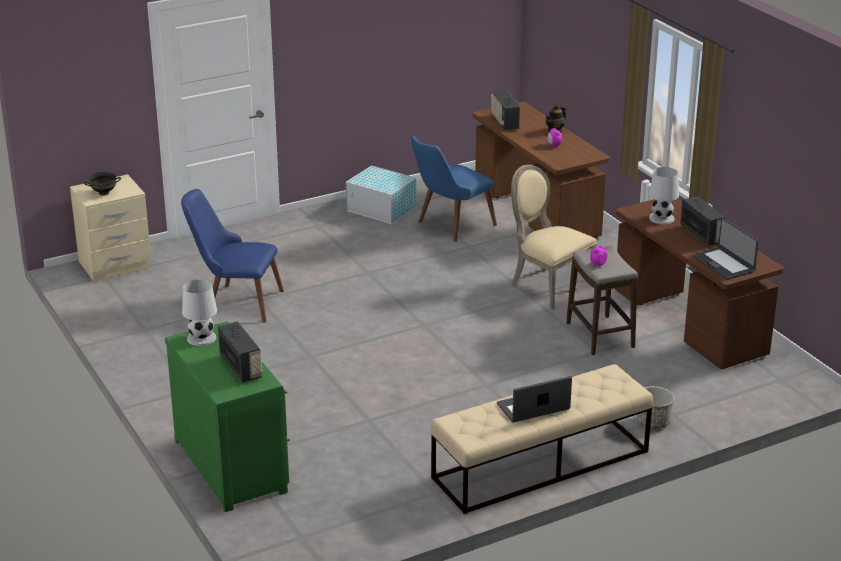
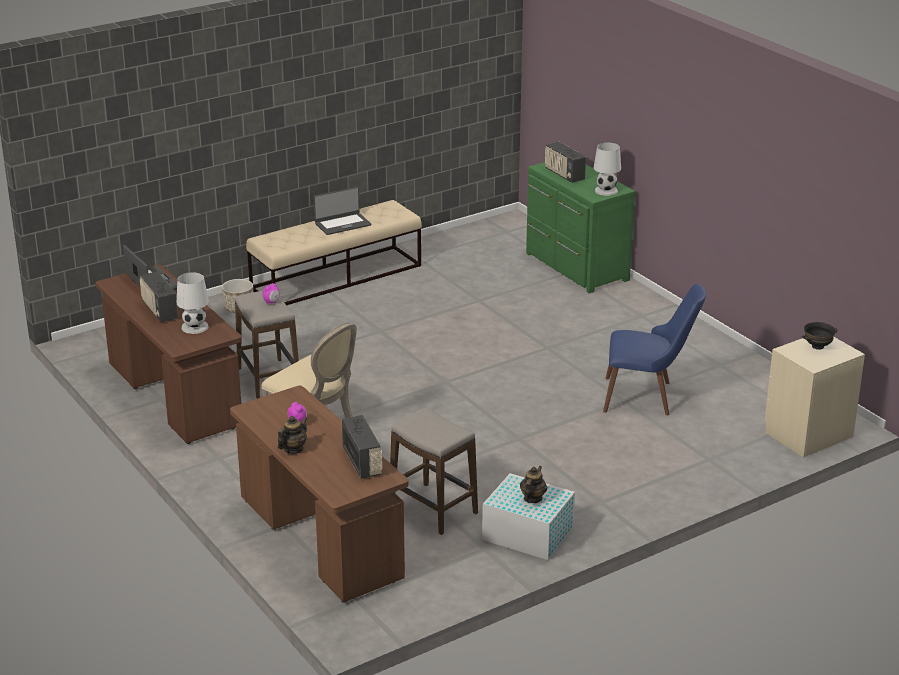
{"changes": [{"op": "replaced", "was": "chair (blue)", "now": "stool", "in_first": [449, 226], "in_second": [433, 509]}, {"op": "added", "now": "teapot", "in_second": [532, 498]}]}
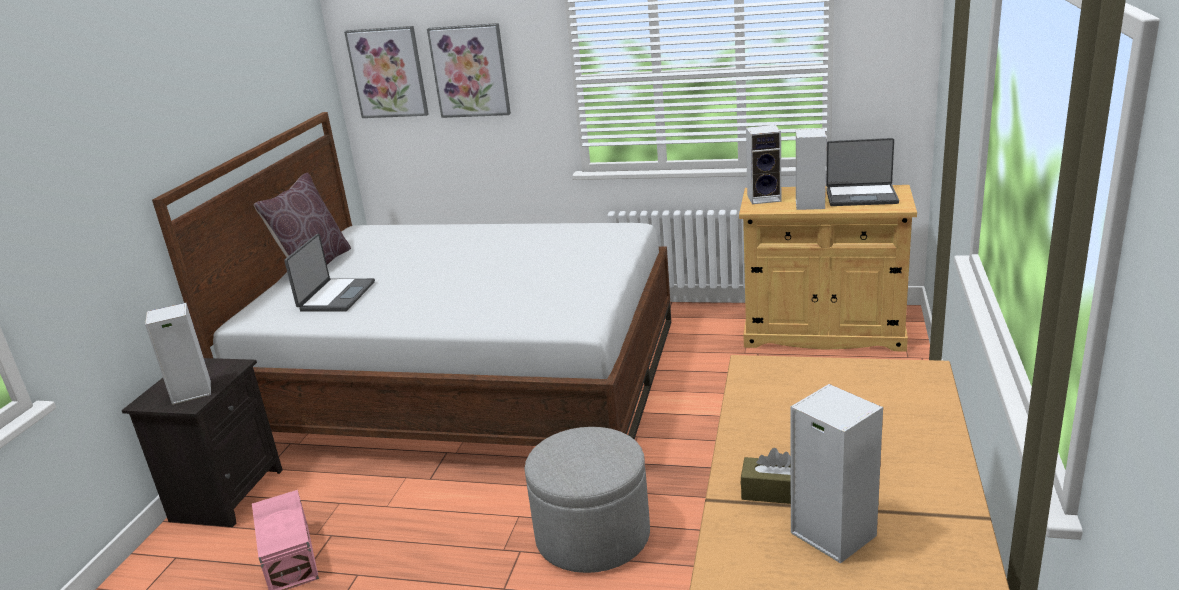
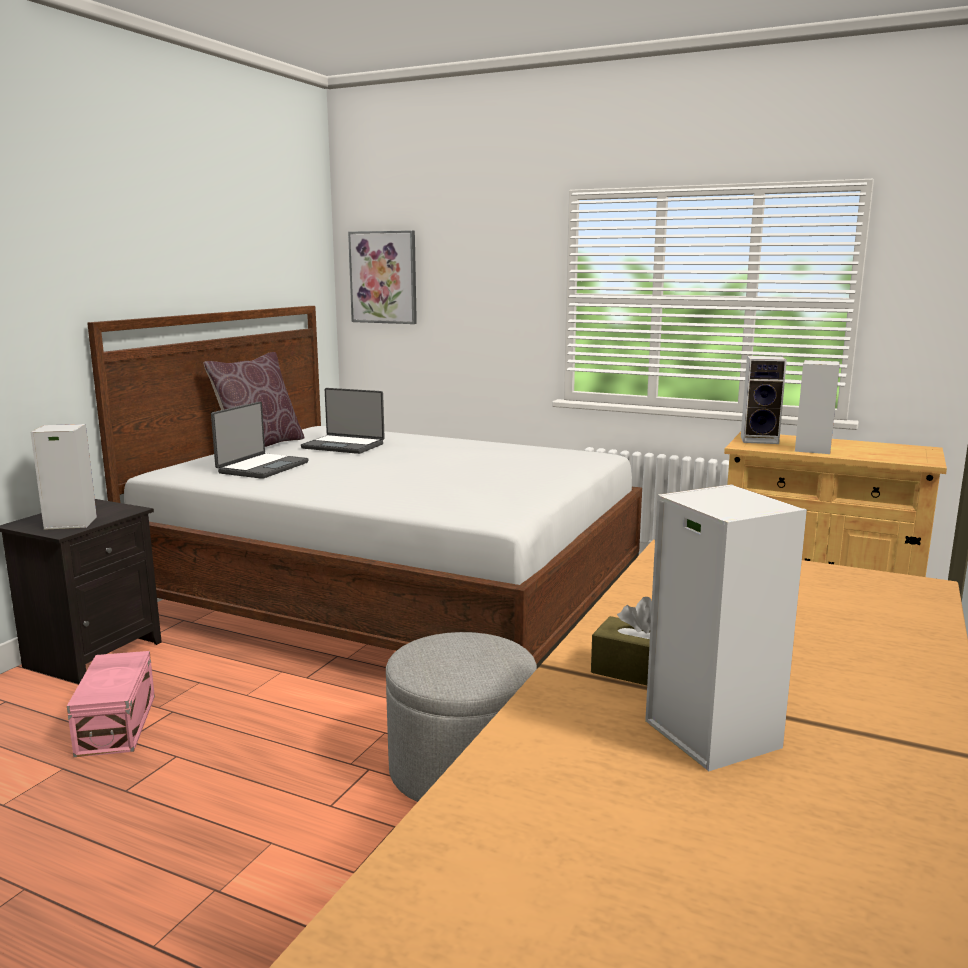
{"changes": [{"op": "removed", "was": "picture", "in_first": [470, 71]}, {"op": "moved", "was": "laptop", "in_first": [861, 196], "in_second": [344, 446]}]}
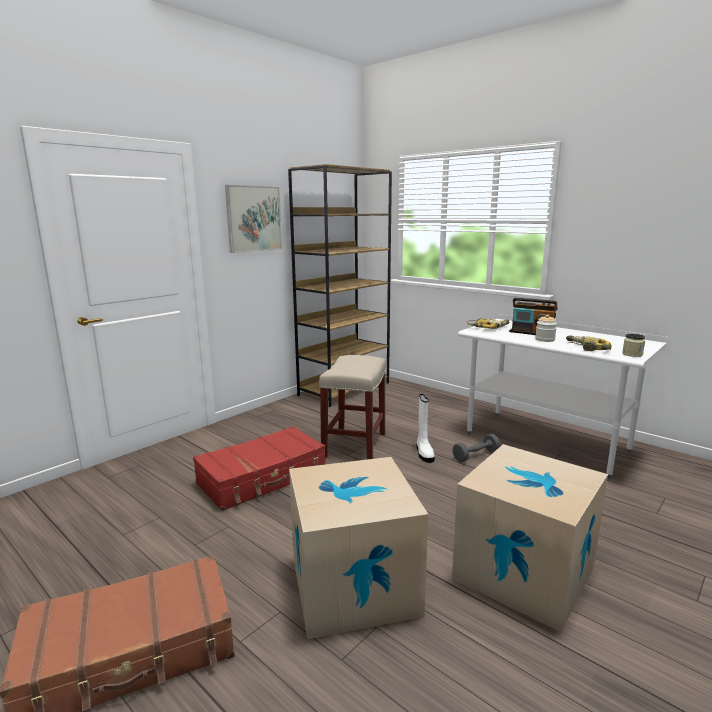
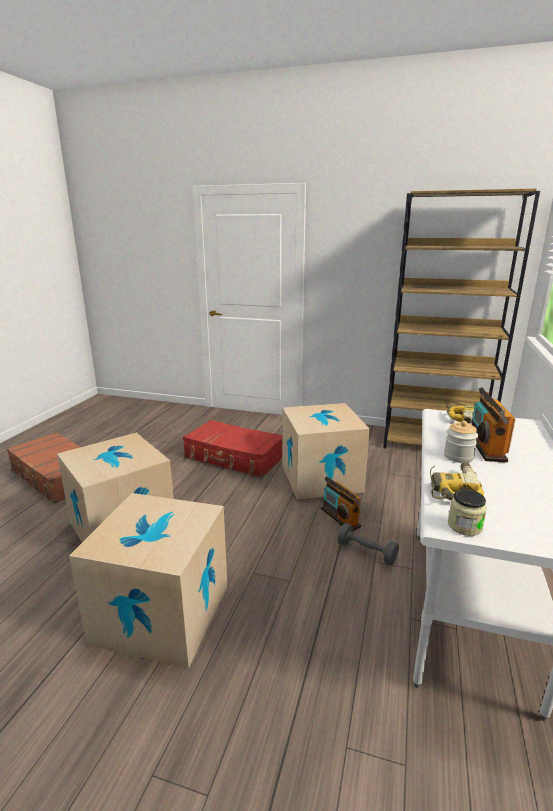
{"changes": [{"op": "removed", "was": "picture", "in_first": [254, 219]}, {"op": "replaced", "was": "stool (beige)", "now": "cardboard box", "in_first": [354, 444], "in_second": [321, 478]}, {"op": "replaced", "was": "boot (white)", "now": "radio", "in_first": [424, 453], "in_second": [340, 517]}]}
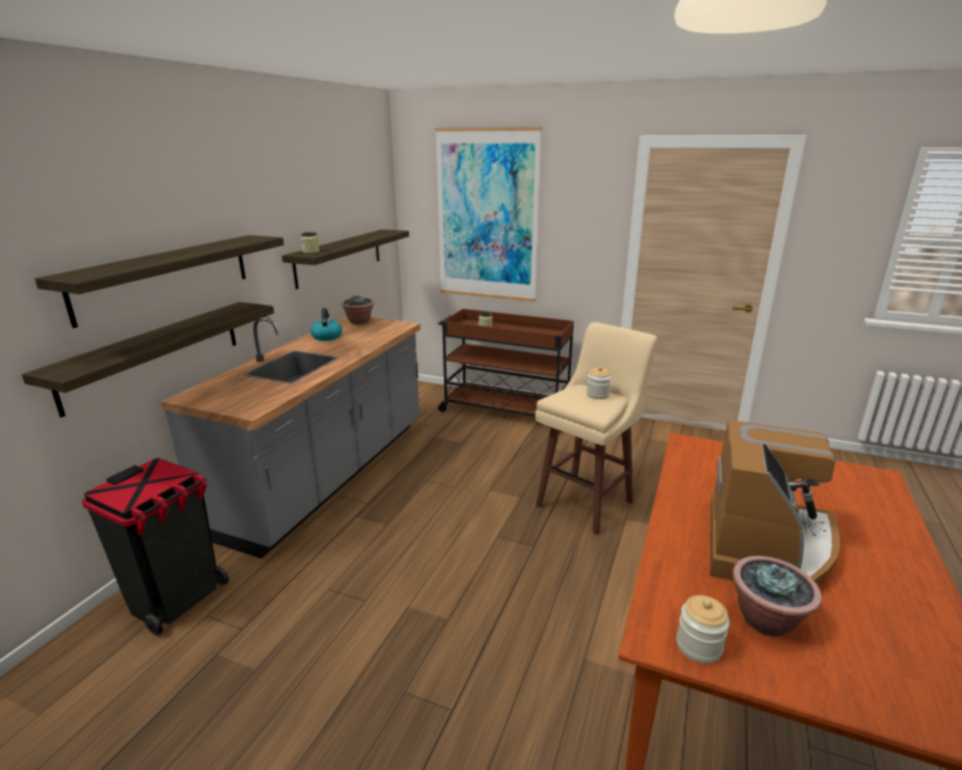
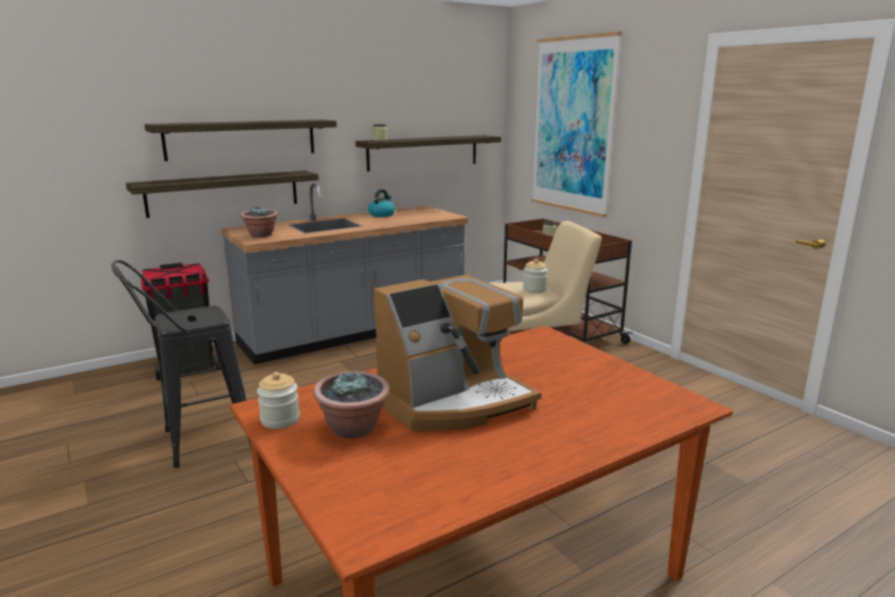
{"changes": [{"op": "moved", "was": "potted plant", "in_first": [359, 321], "in_second": [261, 235]}, {"op": "added", "now": "stool (black)", "in_second": [197, 441]}]}
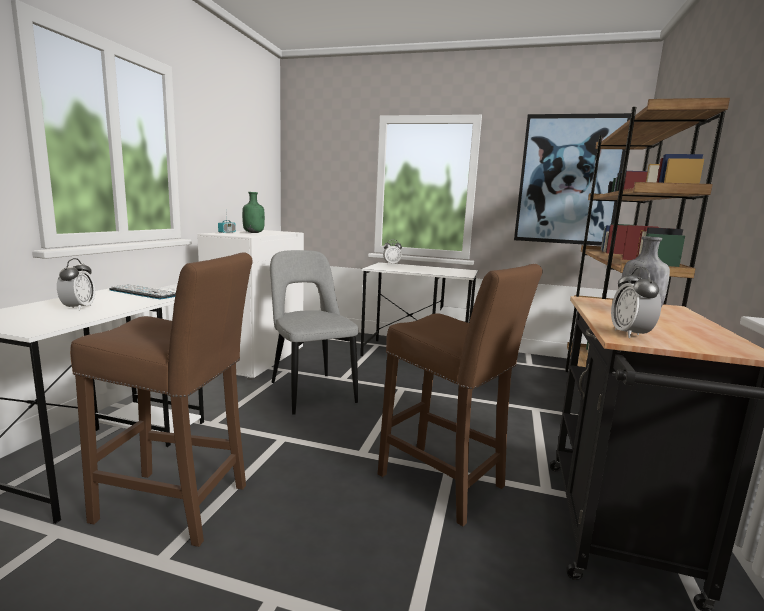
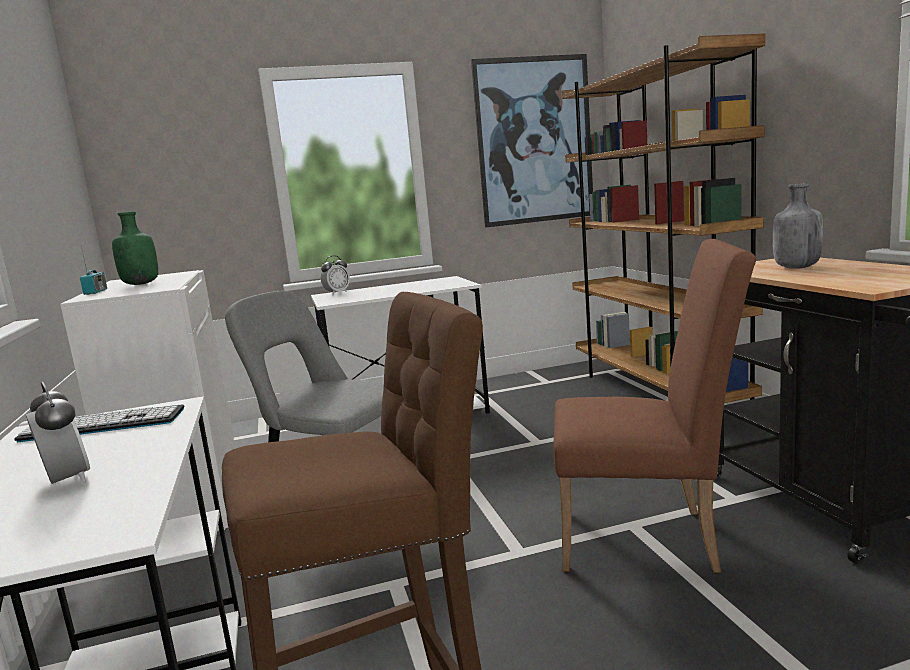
{"changes": [{"op": "replaced", "was": "stool (brown)", "now": "chair (brown)", "in_first": [445, 484], "in_second": [649, 539]}, {"op": "removed", "was": "alarm clock", "in_first": [630, 334]}]}
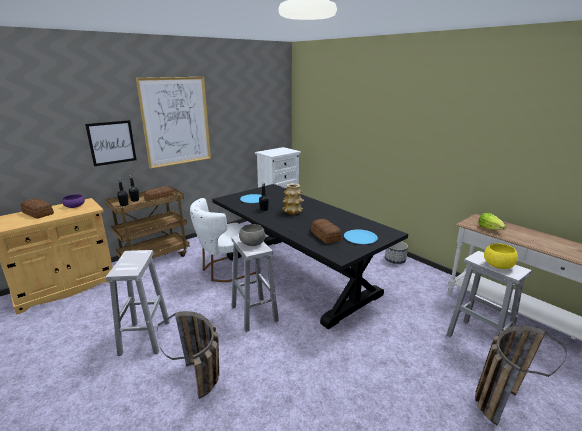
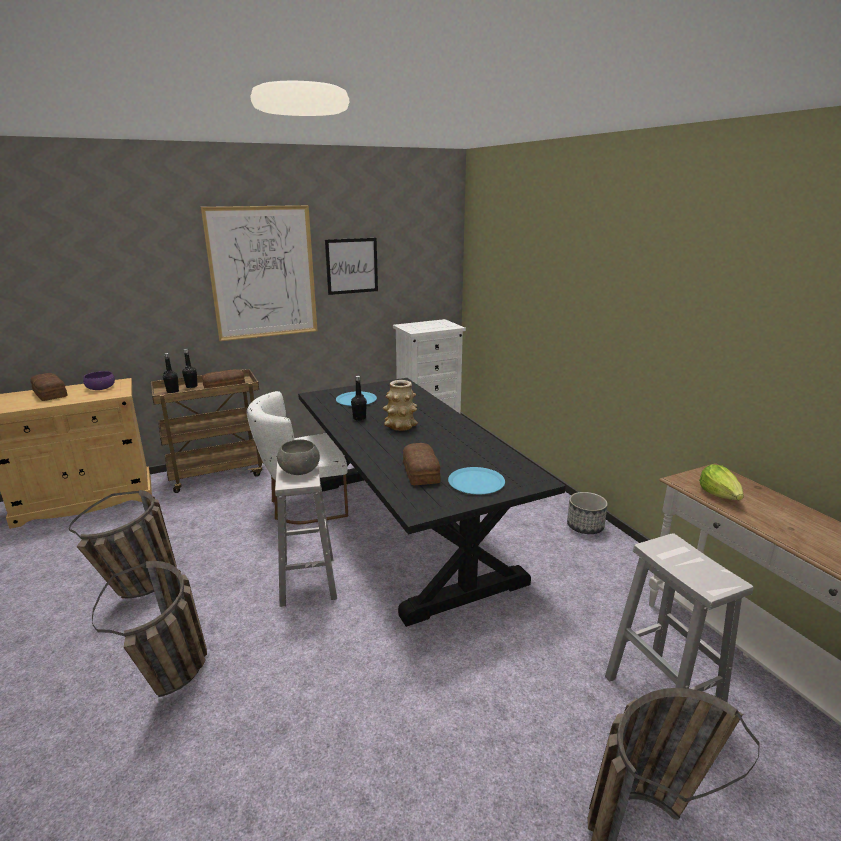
{"changes": [{"op": "moved", "was": "picture", "in_first": [112, 142], "in_second": [352, 266]}, {"op": "removed", "was": "bowl (yellow)", "in_first": [498, 265]}, {"op": "replaced", "was": "stool (white)", "now": "basket", "in_first": [145, 337], "in_second": [141, 588]}]}
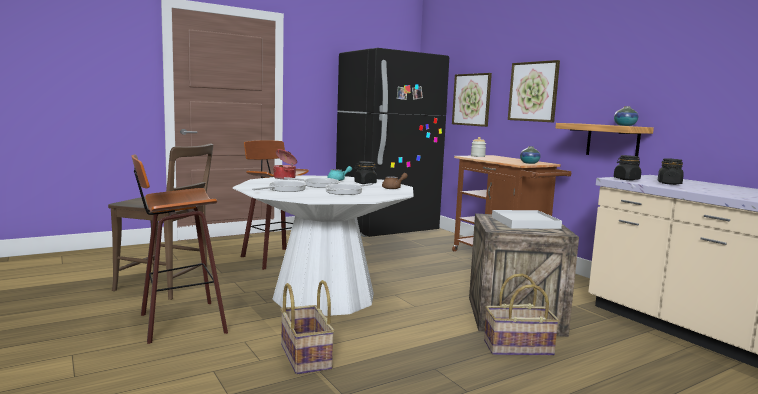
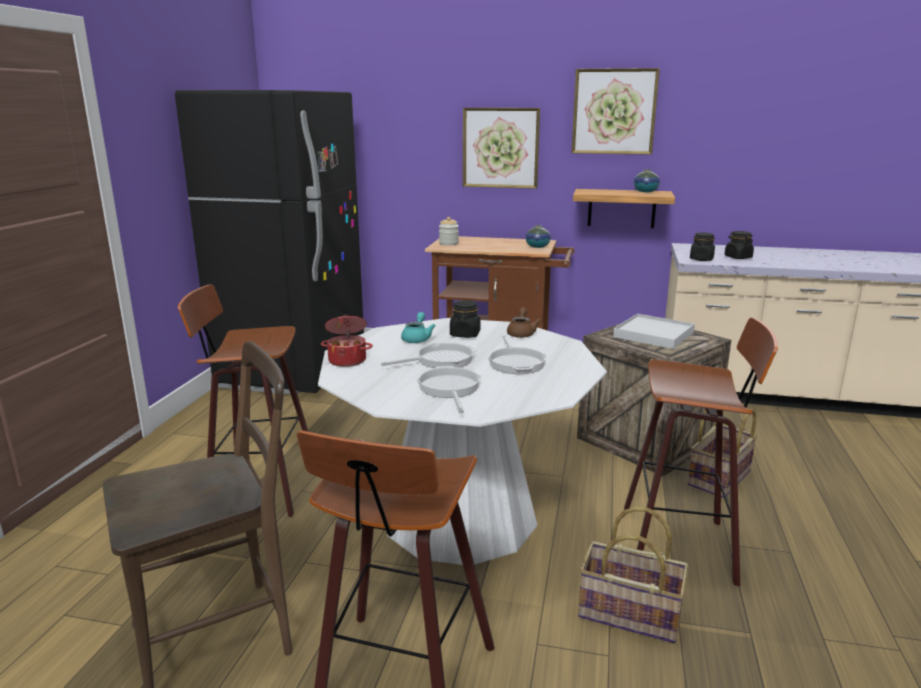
{"changes": [{"op": "moved", "was": "picture", "in_first": [471, 99], "in_second": [614, 112]}, {"op": "added", "now": "stool", "in_second": [681, 546]}]}
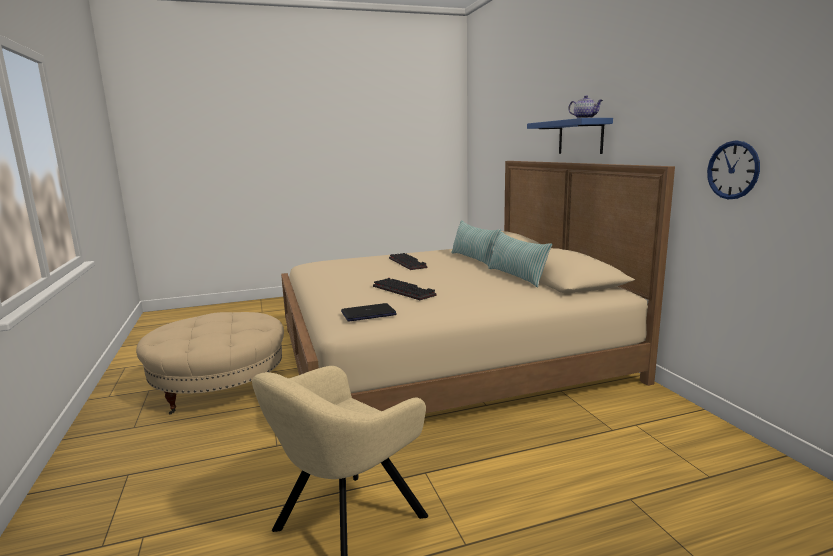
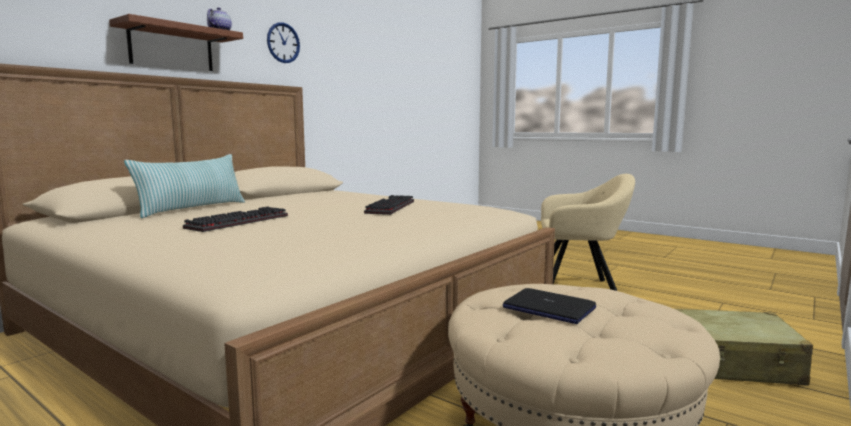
{"changes": [{"op": "recoloured", "was": "shelf (blue)", "now": "shelf (brown)", "in_first": [580, 137], "in_second": [171, 48]}, {"op": "moved", "was": "wall clock", "in_first": [733, 170], "in_second": [283, 43]}, {"op": "removed", "was": "pillow", "in_first": [516, 276]}, {"op": "moved", "was": "laptop", "in_first": [368, 313], "in_second": [548, 308]}, {"op": "added", "now": "suitcase (beige)", "in_second": [733, 364]}]}
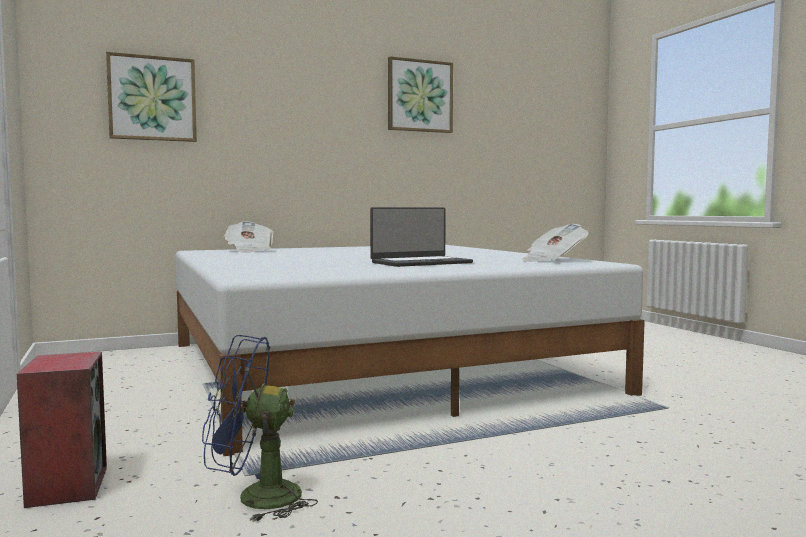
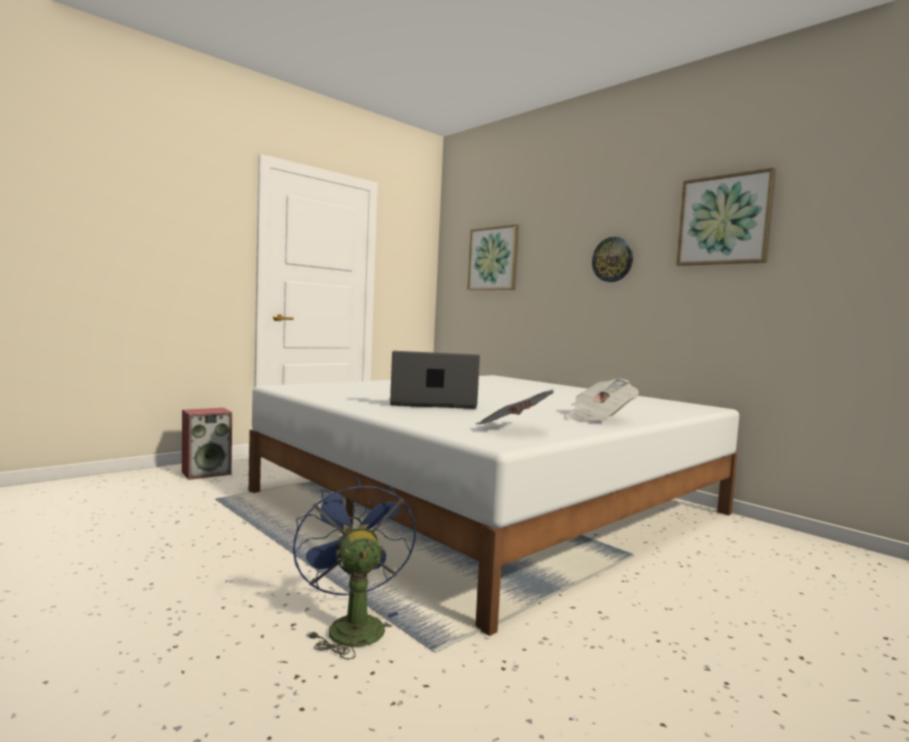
{"changes": [{"op": "turned", "was": "laptop", "in_first": [420, 262], "in_second": [432, 404], "clockwise": 135}, {"op": "moved", "was": "newspaper", "in_first": [249, 251], "in_second": [598, 418]}, {"op": "moved", "was": "fan (blue)", "in_first": [255, 498], "in_second": [351, 625]}, {"op": "added", "now": "wall clock", "in_second": [612, 259]}]}
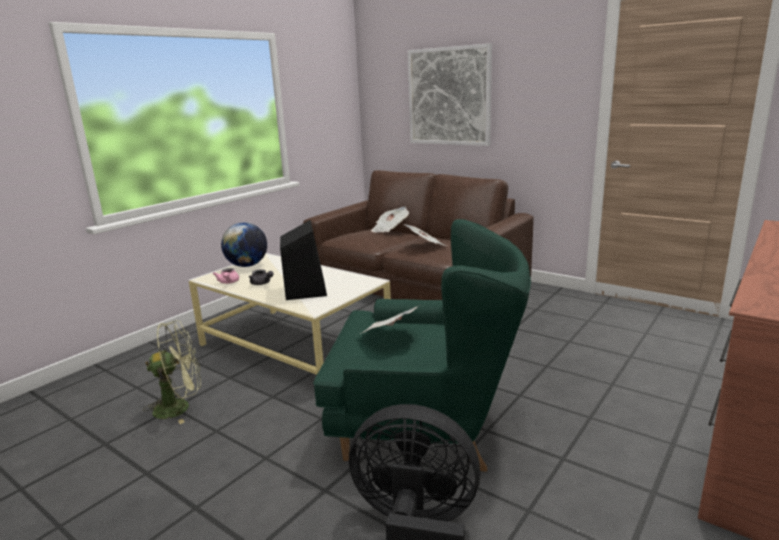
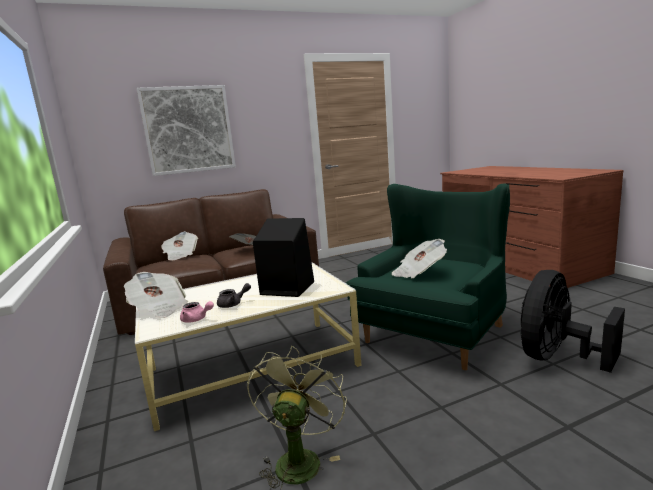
{"changes": [{"op": "replaced", "was": "globe", "now": "newspaper", "in_first": [247, 265], "in_second": [159, 308]}]}
